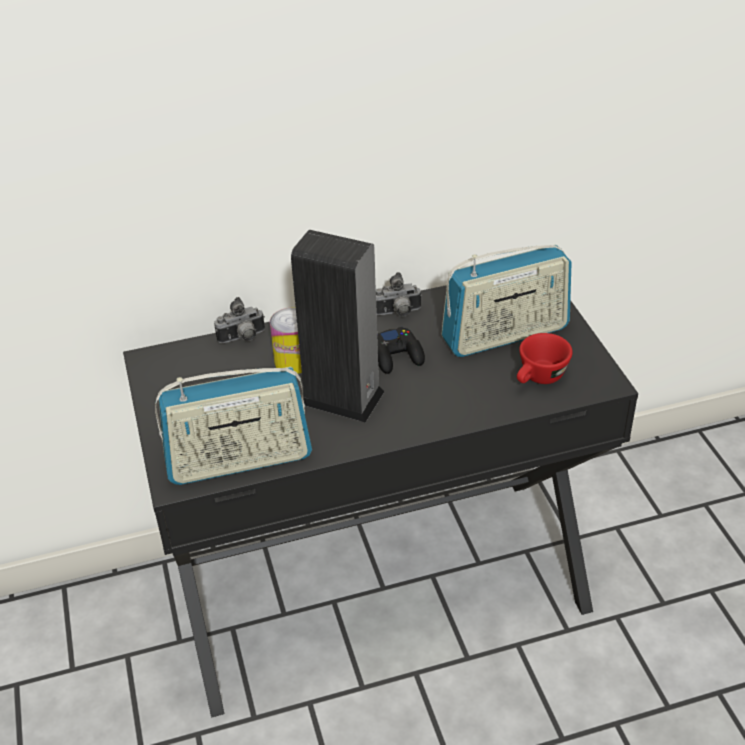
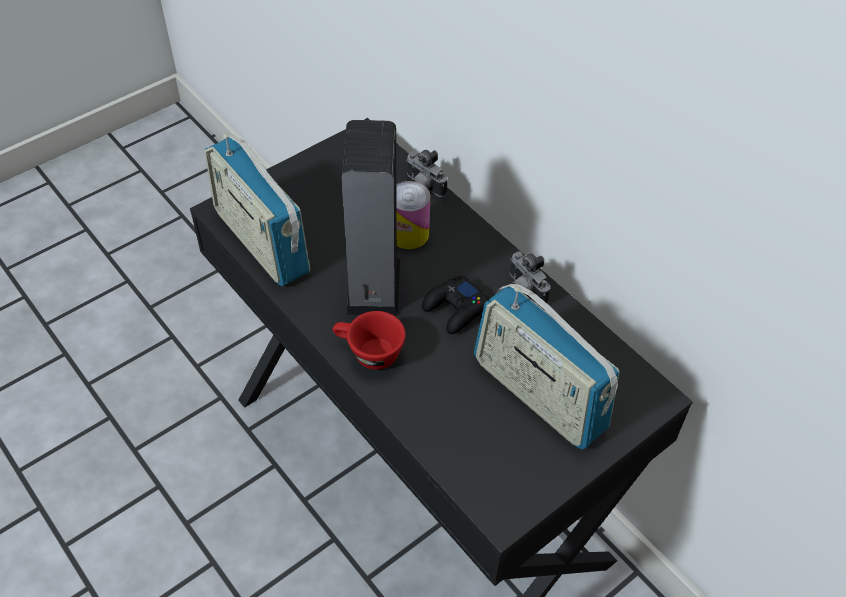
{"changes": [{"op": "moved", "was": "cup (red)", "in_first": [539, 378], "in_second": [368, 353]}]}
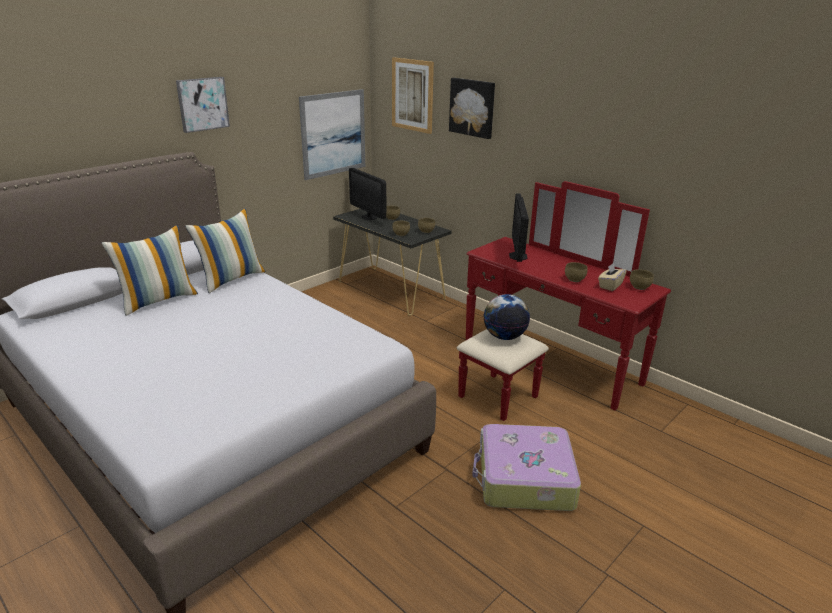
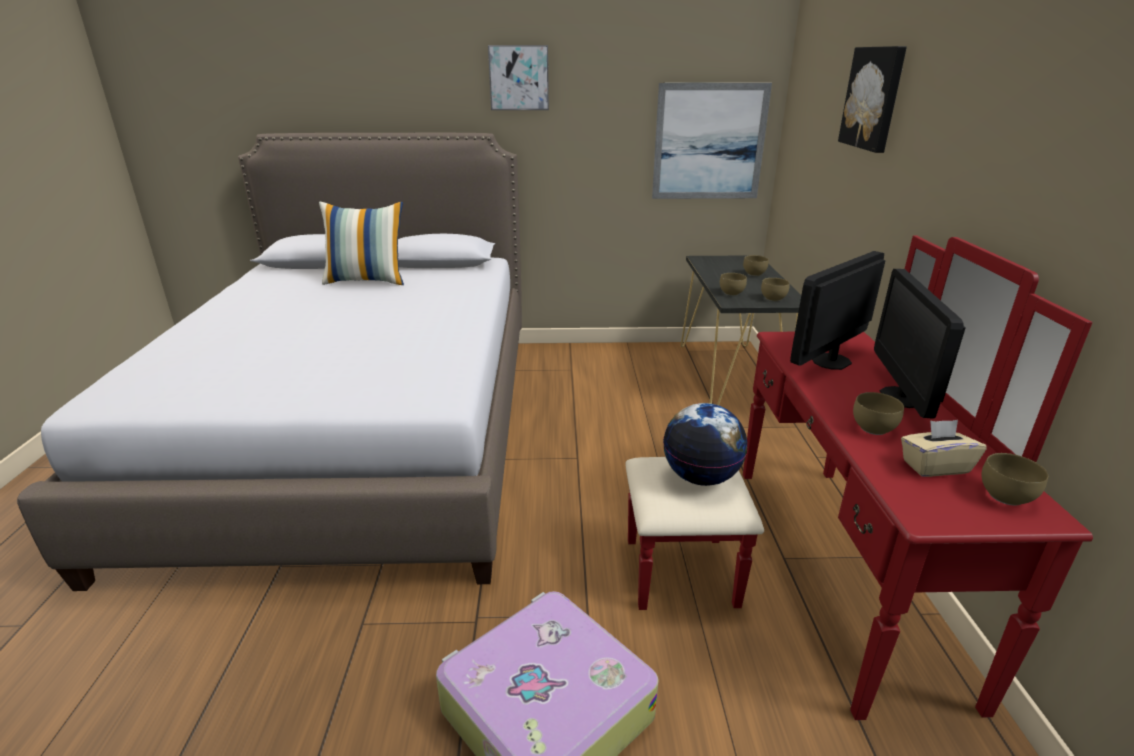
{"changes": [{"op": "removed", "was": "picture", "in_first": [412, 95]}, {"op": "moved", "was": "monitor", "in_first": [369, 217], "in_second": [901, 397]}, {"op": "removed", "was": "pillow", "in_first": [231, 279]}]}
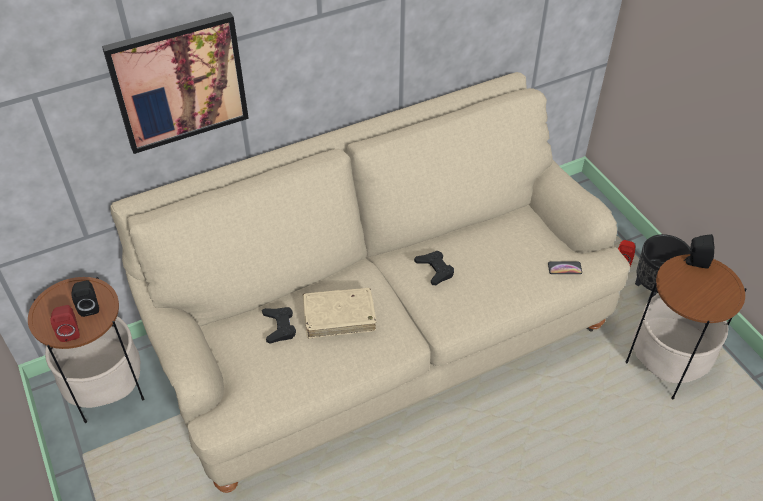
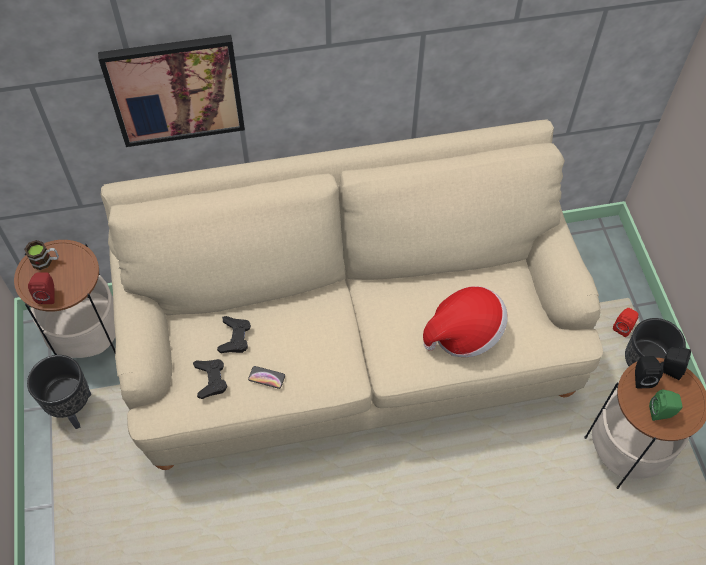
{"changes": [{"op": "moved", "was": "game controller (black)", "in_first": [435, 270], "in_second": [211, 379]}, {"op": "moved", "was": "phone", "in_first": [564, 268], "in_second": [266, 377]}, {"op": "moved", "was": "speaker (black)", "in_first": [89, 306], "in_second": [641, 378]}, {"op": "removed", "was": "book (beige)", "in_first": [339, 317]}, {"op": "added", "now": "mug", "in_second": [46, 261]}, {"op": "added", "now": "hat", "in_second": [464, 333]}, {"op": "added", "now": "planter (black)", "in_second": [73, 409]}, {"op": "added", "now": "speaker (green)", "in_second": [662, 413]}]}
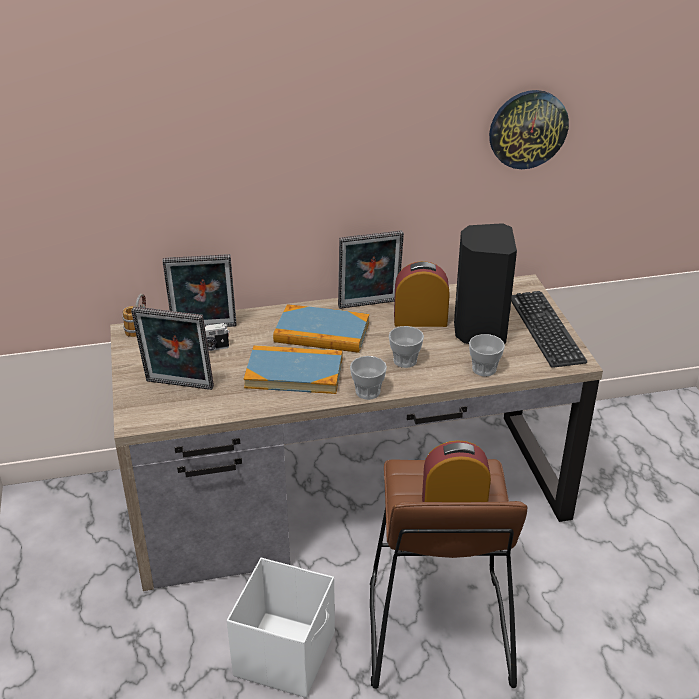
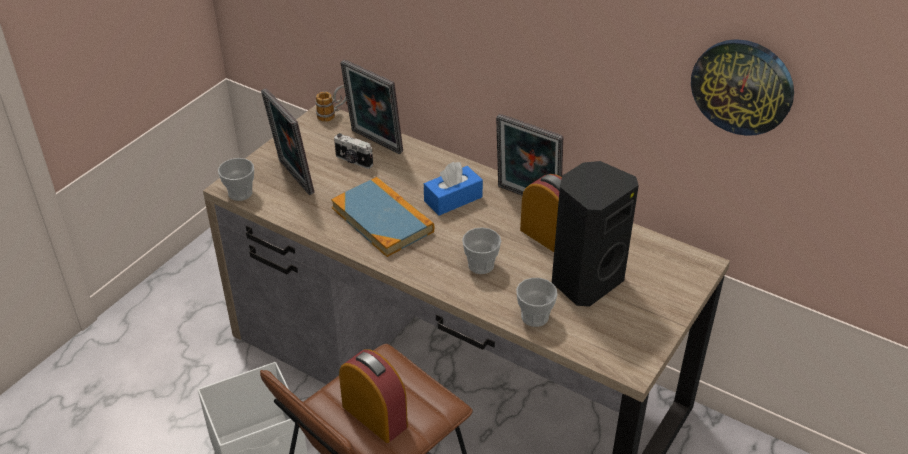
{"changes": [{"op": "removed", "was": "keyboard", "in_first": [546, 329]}, {"op": "replaced", "was": "book", "now": "tissue box (blue)", "in_first": [322, 333], "in_second": [453, 199]}, {"op": "moved", "was": "cup", "in_first": [368, 392], "in_second": [240, 193]}]}
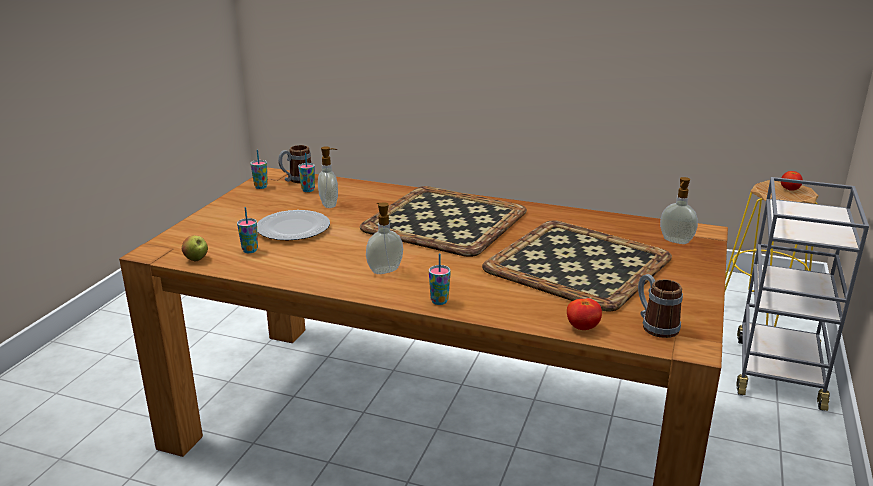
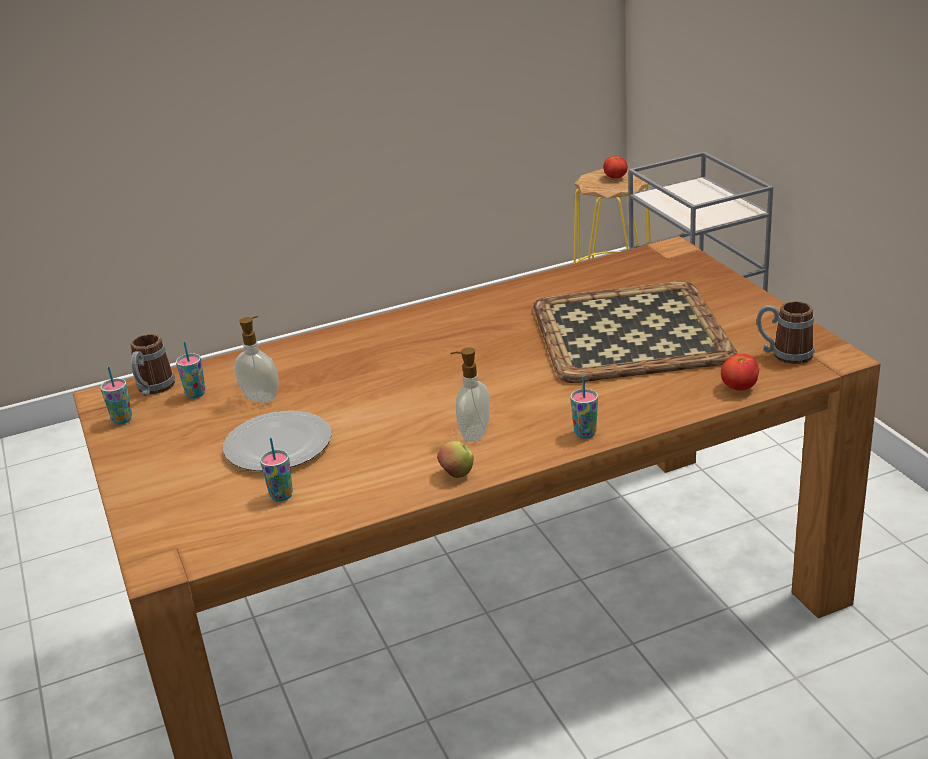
{"changes": [{"op": "removed", "was": "soap dispenser", "in_first": [675, 241]}, {"op": "removed", "was": "tray", "in_first": [443, 221]}, {"op": "moved", "was": "apple", "in_first": [196, 259], "in_second": [457, 474]}]}
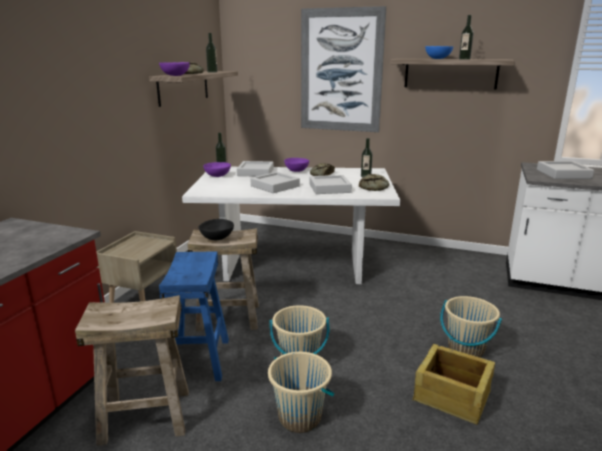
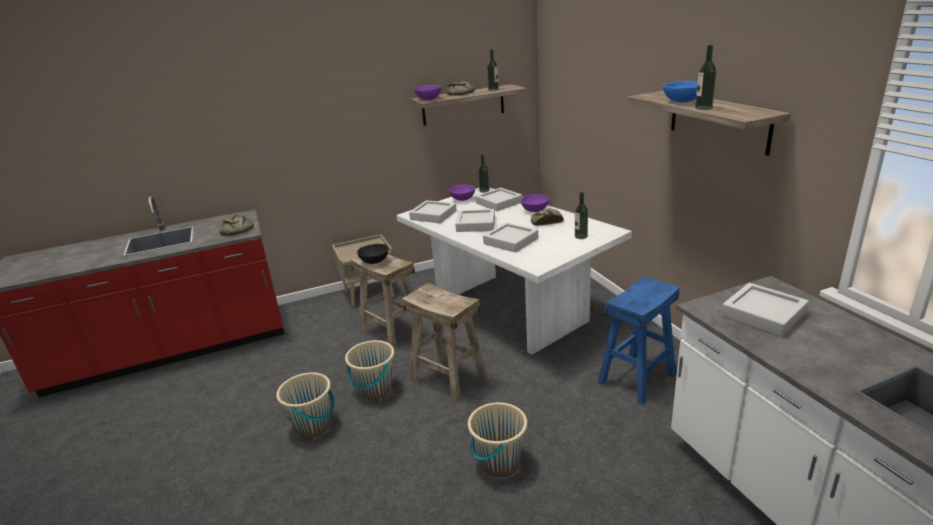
{"changes": [{"op": "removed", "was": "picture", "in_first": [341, 71]}, {"op": "moved", "was": "bread", "in_first": [375, 187], "in_second": [236, 231]}, {"op": "moved", "was": "stool (blue)", "in_first": [199, 359], "in_second": [637, 378]}, {"op": "moved", "was": "stool (beige)", "in_first": [145, 417], "in_second": [448, 379]}, {"op": "removed", "was": "crate", "in_first": [452, 397]}, {"op": "added", "now": "tray (grey)", "in_second": [433, 215]}]}
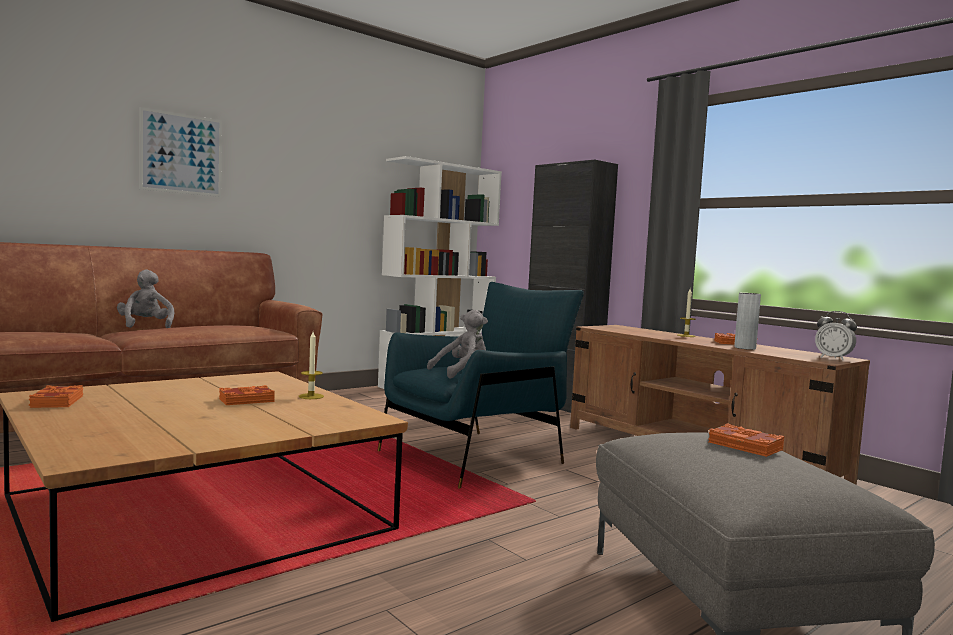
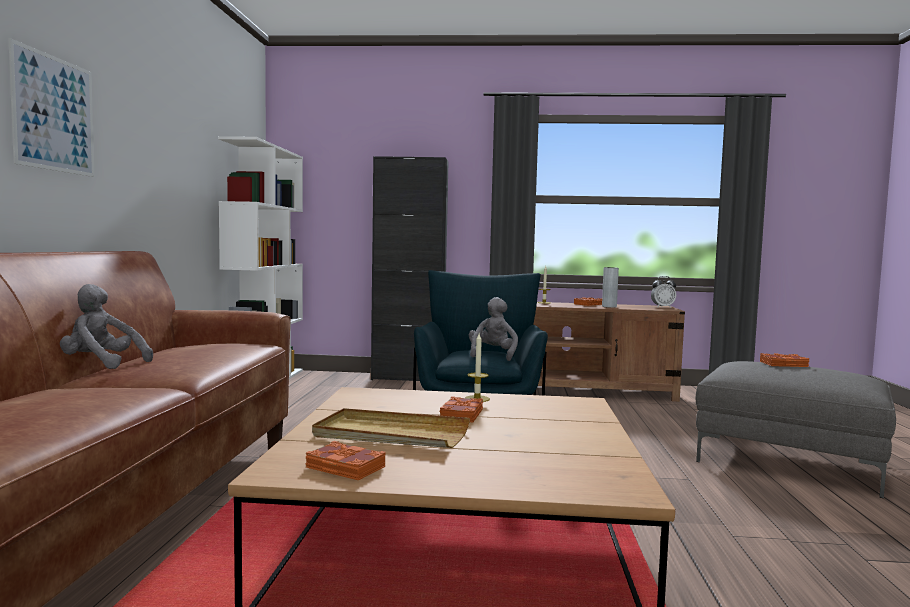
{"changes": [{"op": "added", "now": "tray (beige)", "in_second": [391, 434]}]}
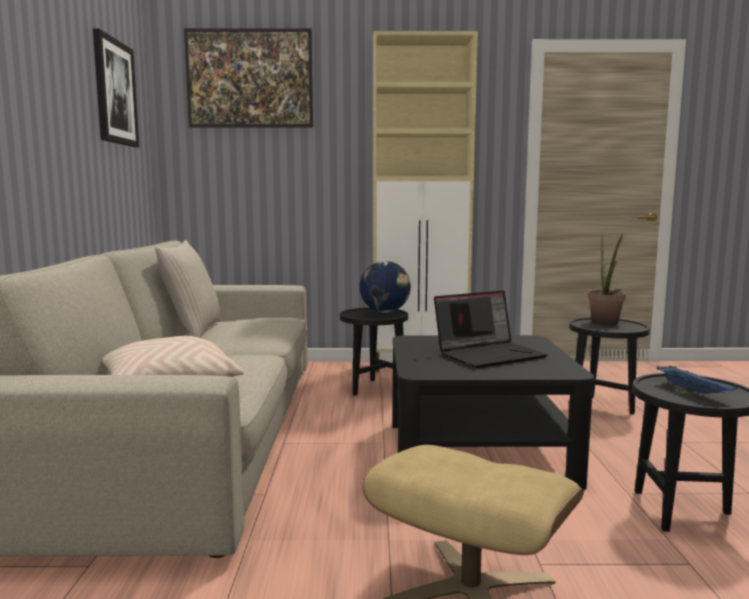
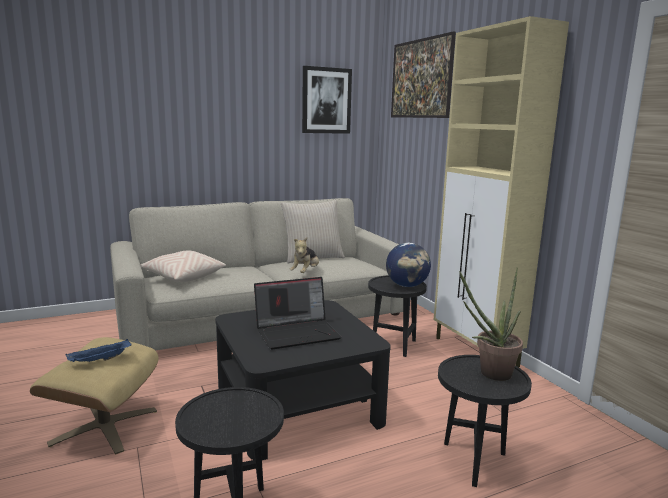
{"changes": [{"op": "turned", "was": "laptop", "in_first": [489, 354], "in_second": [298, 332], "clockwise": -60}, {"op": "moved", "was": "tray (blue)", "in_first": [694, 393], "in_second": [100, 360]}, {"op": "added", "now": "plush toy", "in_second": [305, 272]}]}
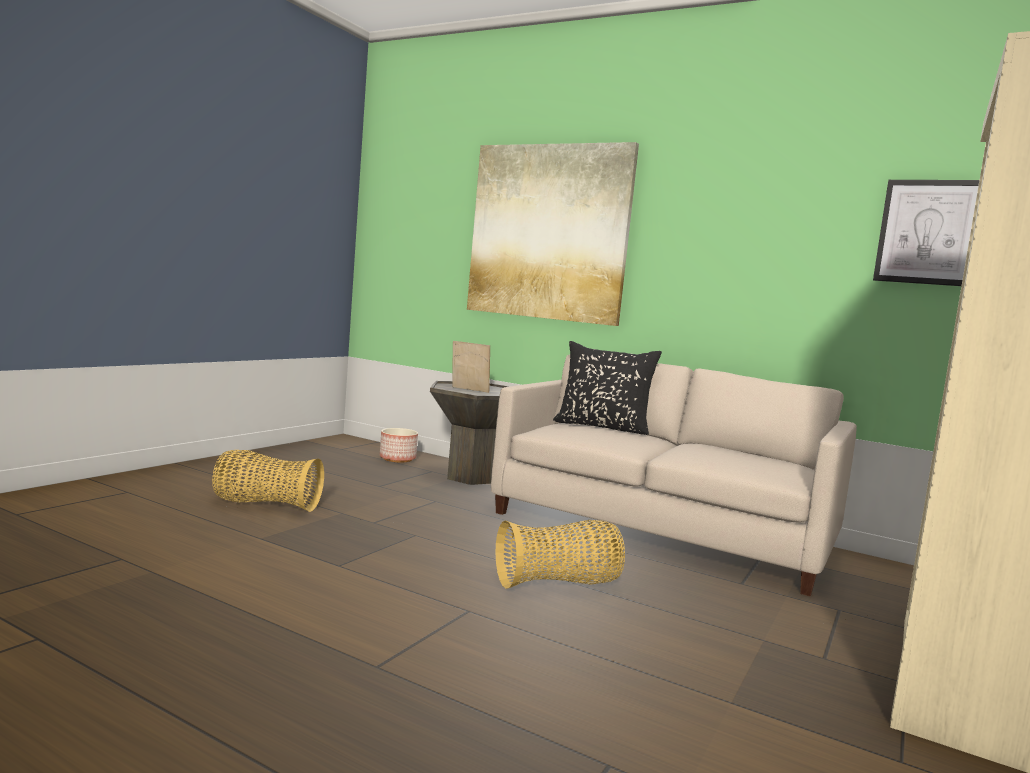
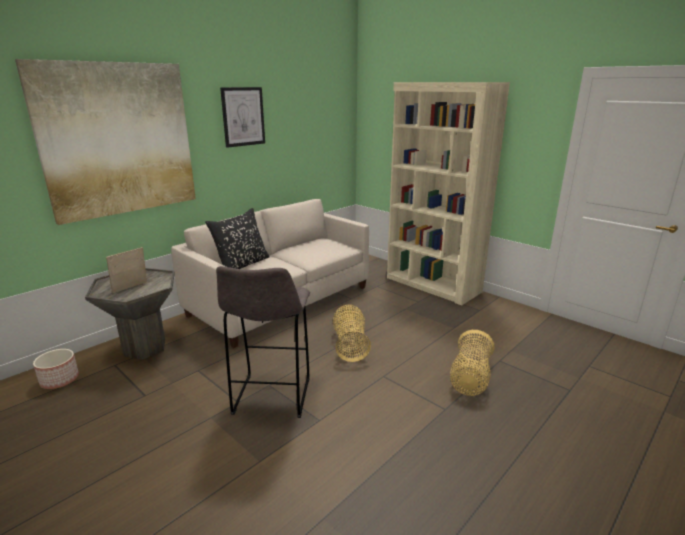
{"changes": [{"op": "moved", "was": "picture", "in_first": [928, 232], "in_second": [243, 116]}, {"op": "moved", "was": "basket", "in_first": [265, 504], "in_second": [470, 378]}, {"op": "added", "now": "stool (grey)", "in_second": [271, 397]}]}
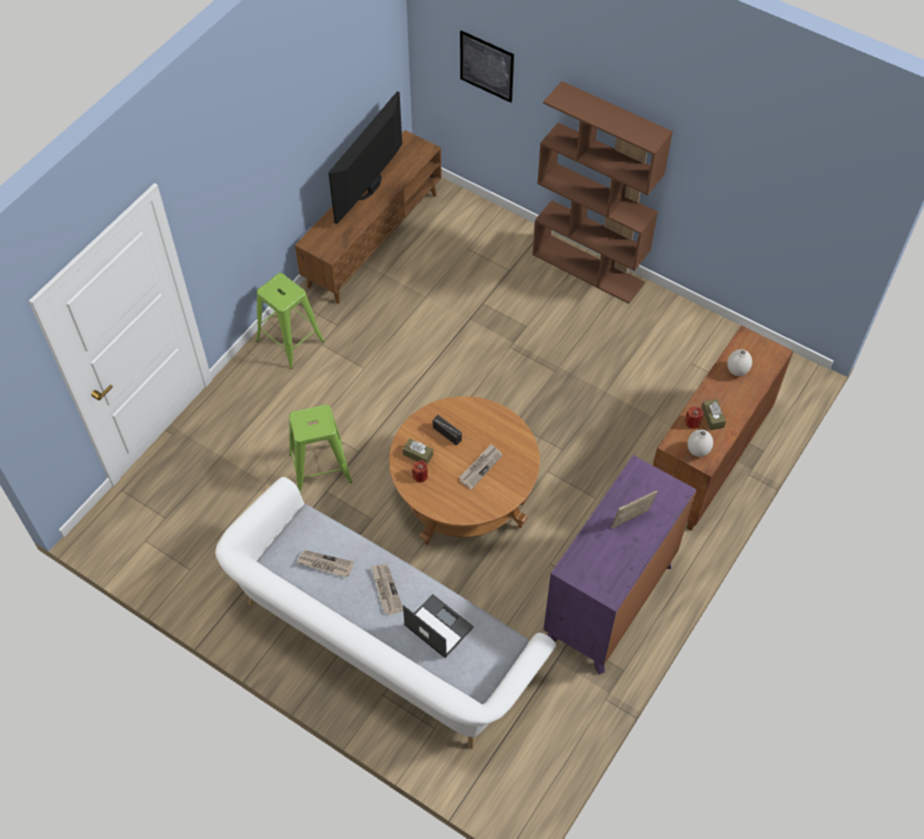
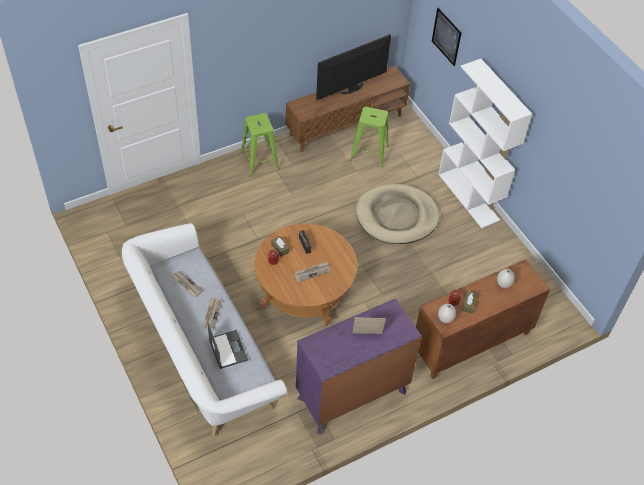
{"changes": [{"op": "recoloured", "was": "bookcase (brown)", "now": "bookcase (white)", "in_first": [589, 268], "in_second": [469, 197]}, {"op": "moved", "was": "stool (green)", "in_first": [319, 468], "in_second": [368, 153]}, {"op": "added", "now": "dog bed (beige)", "in_second": [396, 216]}]}
